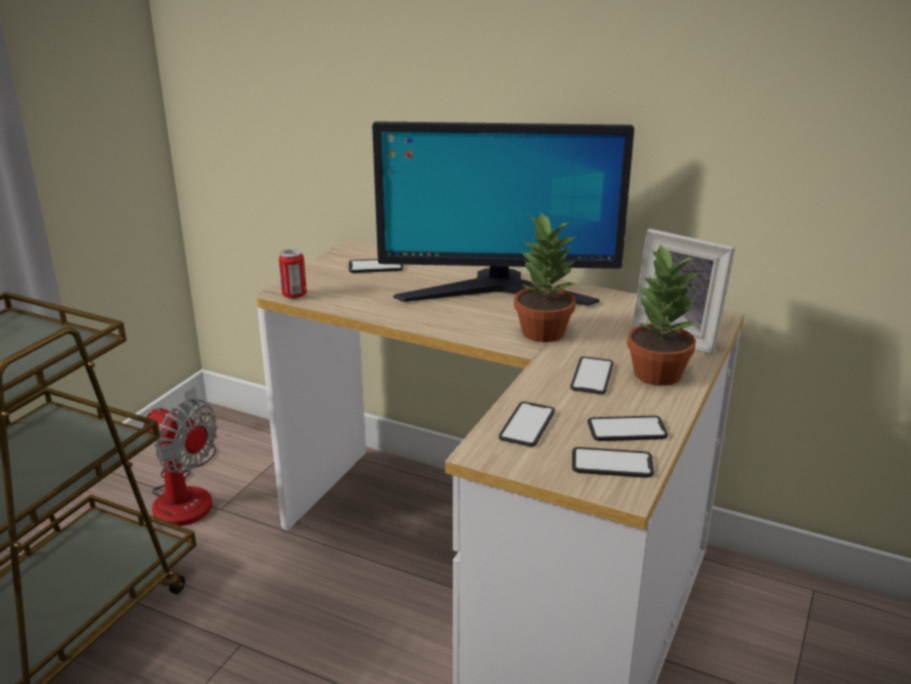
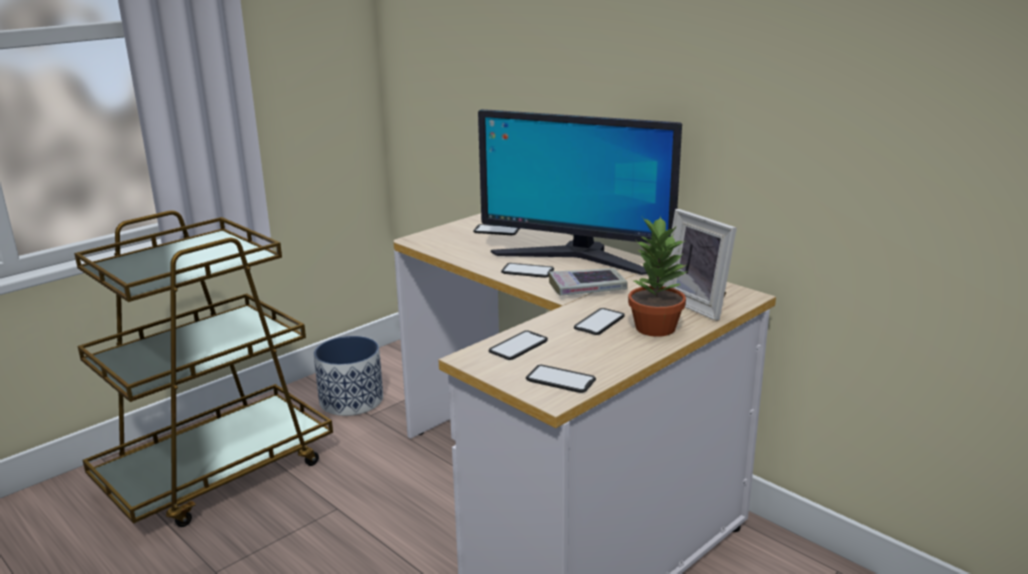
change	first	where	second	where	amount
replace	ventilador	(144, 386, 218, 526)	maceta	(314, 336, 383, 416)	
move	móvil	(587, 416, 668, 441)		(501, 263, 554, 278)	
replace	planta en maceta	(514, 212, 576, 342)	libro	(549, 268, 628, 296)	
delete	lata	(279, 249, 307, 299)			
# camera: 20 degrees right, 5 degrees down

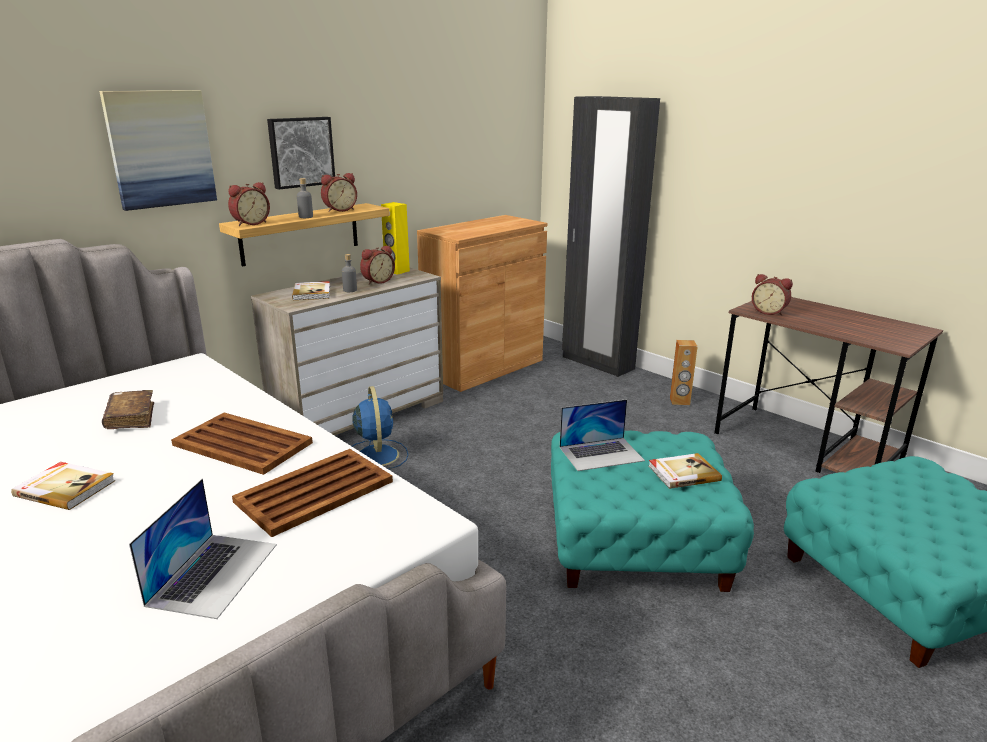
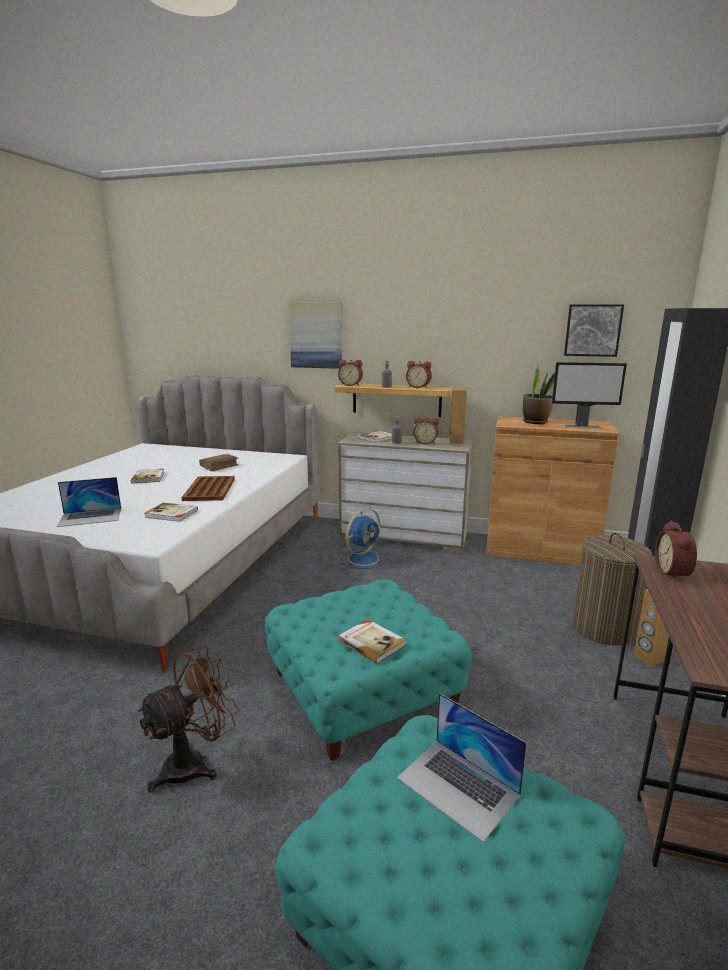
change	first	where	second	where	amount
insert			ventilador (marrón)	(138, 645, 239, 793)	
replace	bandeja (marrón)	(232, 449, 393, 537)	libro	(144, 503, 198, 522)	
move	portátil	(560, 399, 645, 471)		(397, 693, 527, 842)	
recolor	altavoz (amarillo)	(381, 202, 410, 275)	altavoz (marrón)	(450, 388, 467, 444)	
insert			planta en maceta	(523, 366, 555, 424)	
insert			monitor	(552, 362, 627, 429)	
move	cuadro	(267, 117, 335, 189)		(564, 304, 624, 357)	
insert			cesto de la ropa	(572, 533, 653, 646)	
# camera: 60 degrees right, 5 degrees down

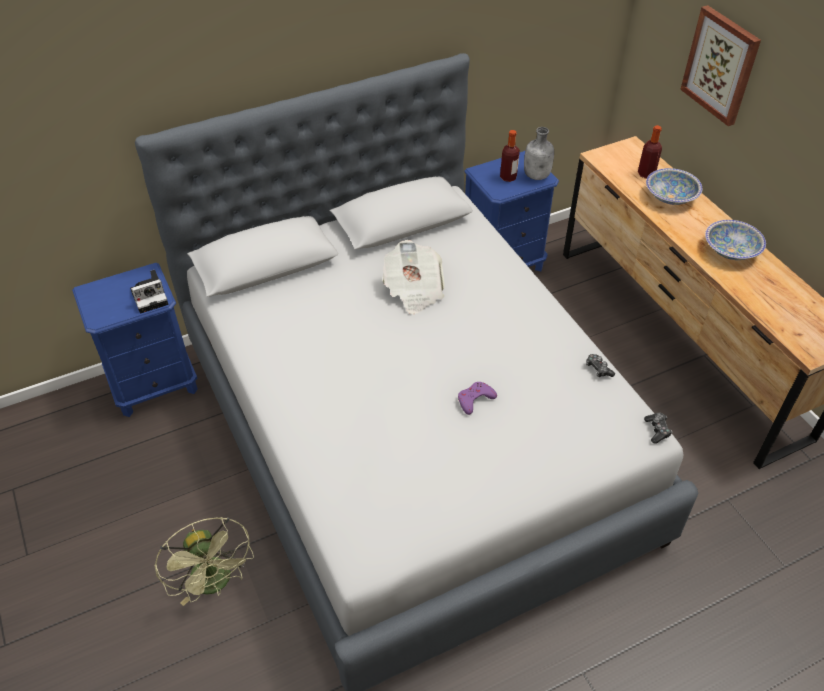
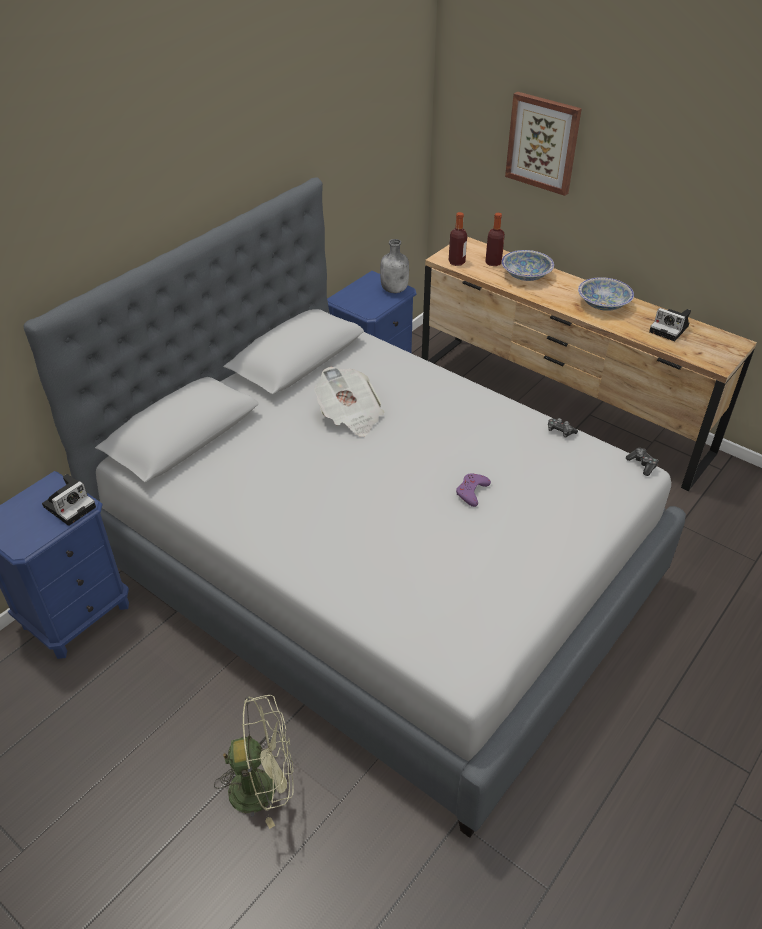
change	first	where	second	where	amount
rotate	ventilador (verde)	(155, 517, 254, 606)		(214, 695, 294, 829)	45 degrees counterclockwise
move	botella	(500, 130, 520, 182)		(449, 212, 467, 266)	
insert			cámara	(649, 308, 691, 341)	
# camera: 25 degrees left, 5 degrees down

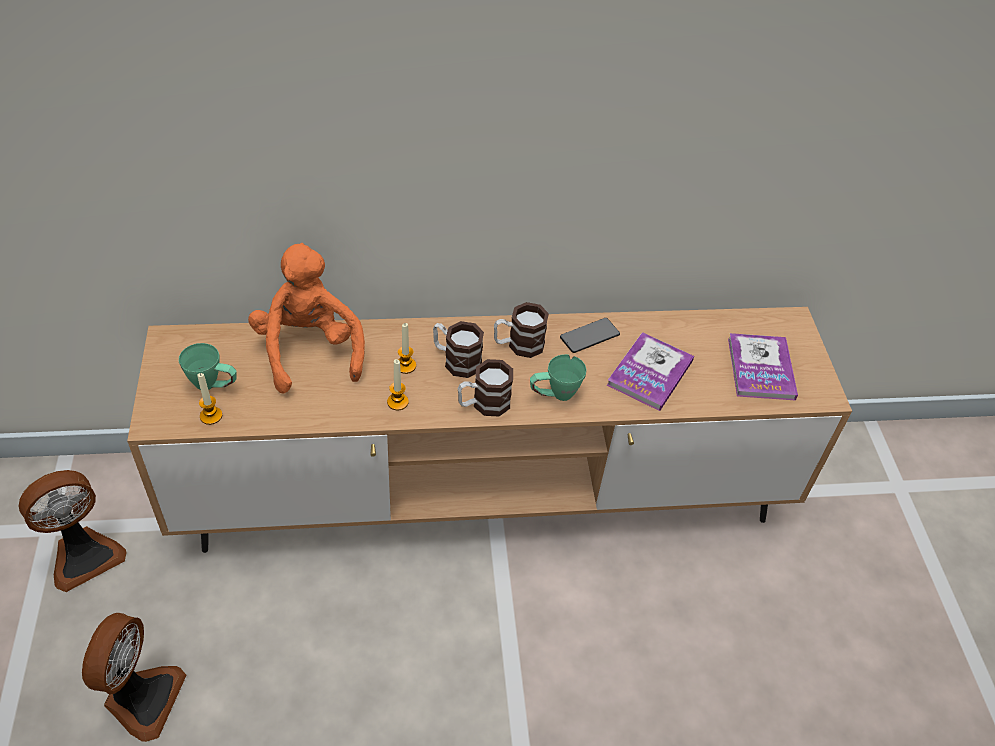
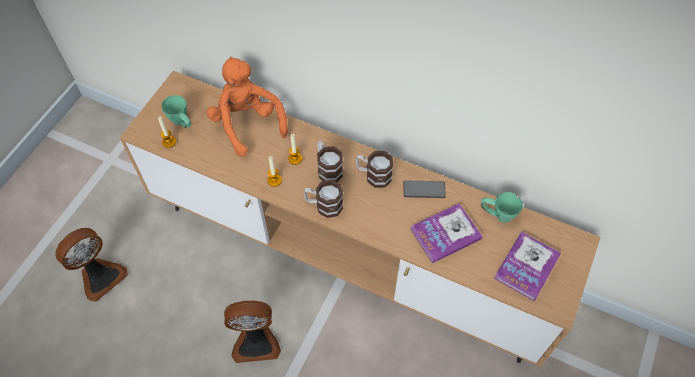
change	first	where	second	where	amount
rotate	peluche (naranja)	(248, 243, 365, 394)		(206, 56, 288, 157)	45 degrees counterclockwise
move	ventilador	(19, 470, 127, 592)		(224, 301, 281, 363)	
move	taza grande (verde)	(530, 354, 587, 401)		(481, 192, 523, 223)	
# camera: 35 degrees right, 10 degrees up

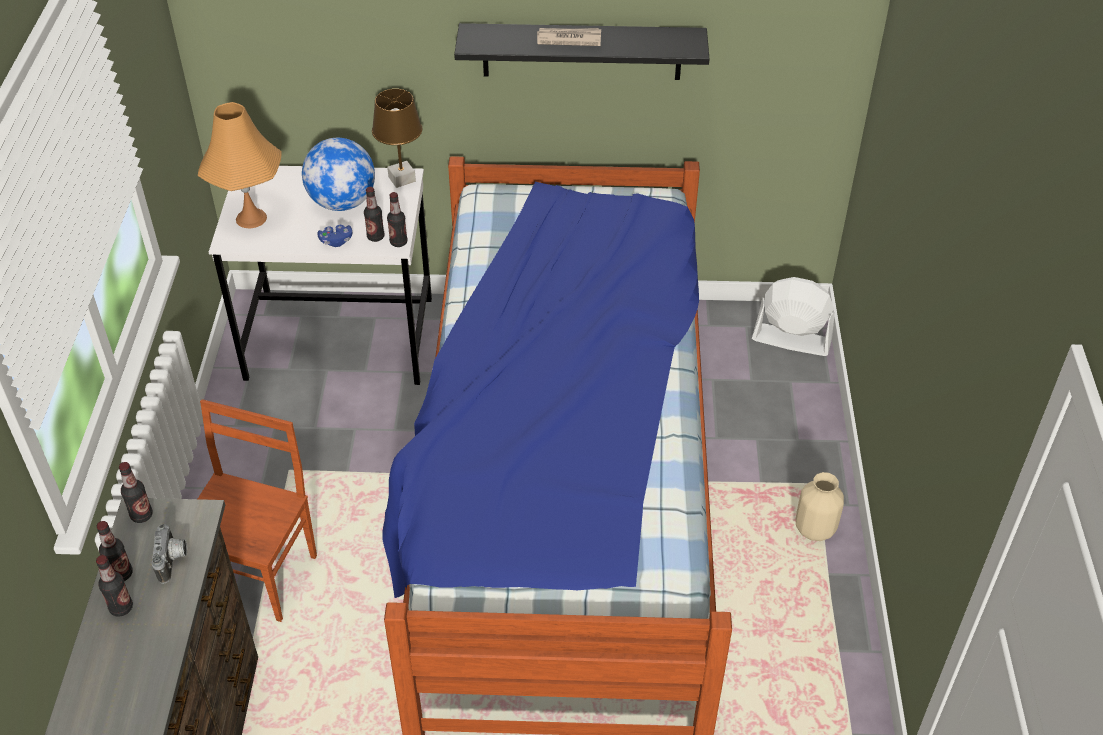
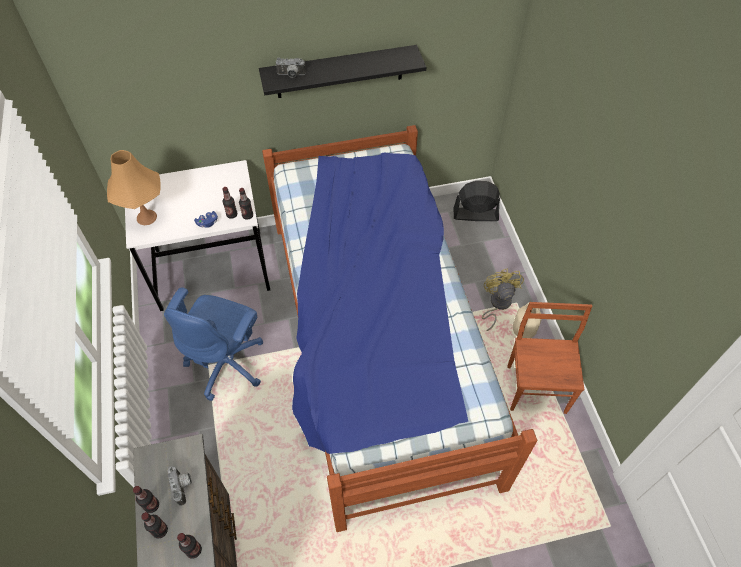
change	first	where	second	where	amount
insert			silla de oficina (azul)	(164, 288, 263, 401)	
move	botella	(119, 462, 153, 523)		(177, 533, 202, 558)	
insert			cámara	(275, 58, 306, 78)	
recolor	ventilador (blanco)	(752, 277, 835, 356)	ventilador (negro)	(454, 181, 501, 221)	
insert			ventilador (amarillo)	(482, 269, 524, 331)	
move	silla (marrón)	(198, 399, 317, 622)		(507, 302, 592, 414)	
delete	globo terráqueo	(302, 138, 375, 211)			
delete	lámpara de mesa (marrón)	(372, 89, 422, 188)			
delete	periódico	(537, 28, 601, 46)			
# camera: 15 degrees left, 10 degrees up

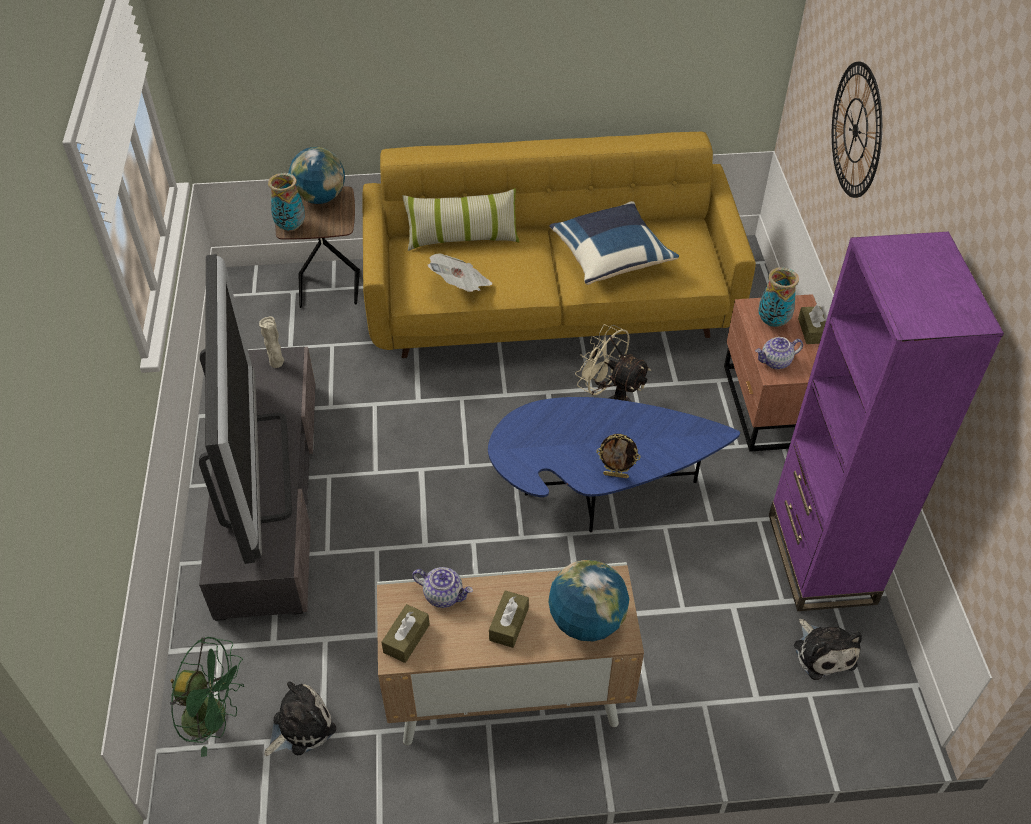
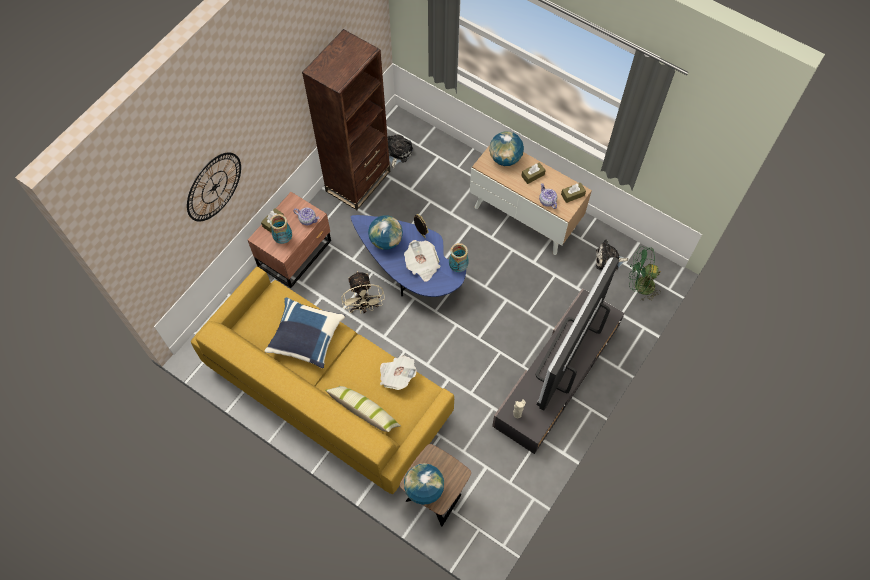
change	first	where	second	where	amount
recolor	estantería (morado)	(769, 232, 1004, 611)	estantería (marrón)	(302, 29, 390, 210)	
insert			globo terráqueo	(368, 215, 403, 250)	
insert			periódico	(404, 240, 441, 282)	
move	florero	(268, 173, 305, 231)		(449, 243, 469, 272)	
rotate	ventilador (verde)	(170, 637, 244, 757)		(628, 246, 661, 301)	45 degrees counterclockwise
# camera: 140 degrees left, 15 degrees up

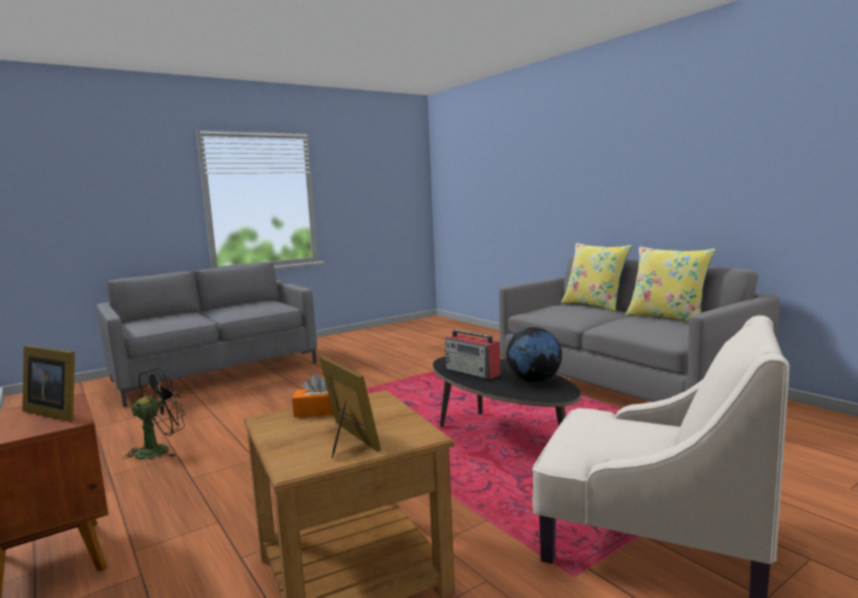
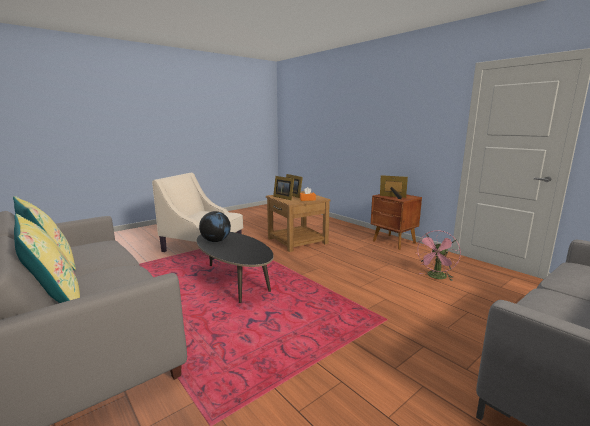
change	first	where	second	where	amount
insert			portarretratos	(273, 176, 294, 200)	
recolor	ventilador (negro)	(122, 368, 185, 459)	ventilador (rosa)	(417, 230, 461, 281)	
delete	radio	(445, 330, 500, 379)			
# camera: 175 degrees right, 5 degrees up

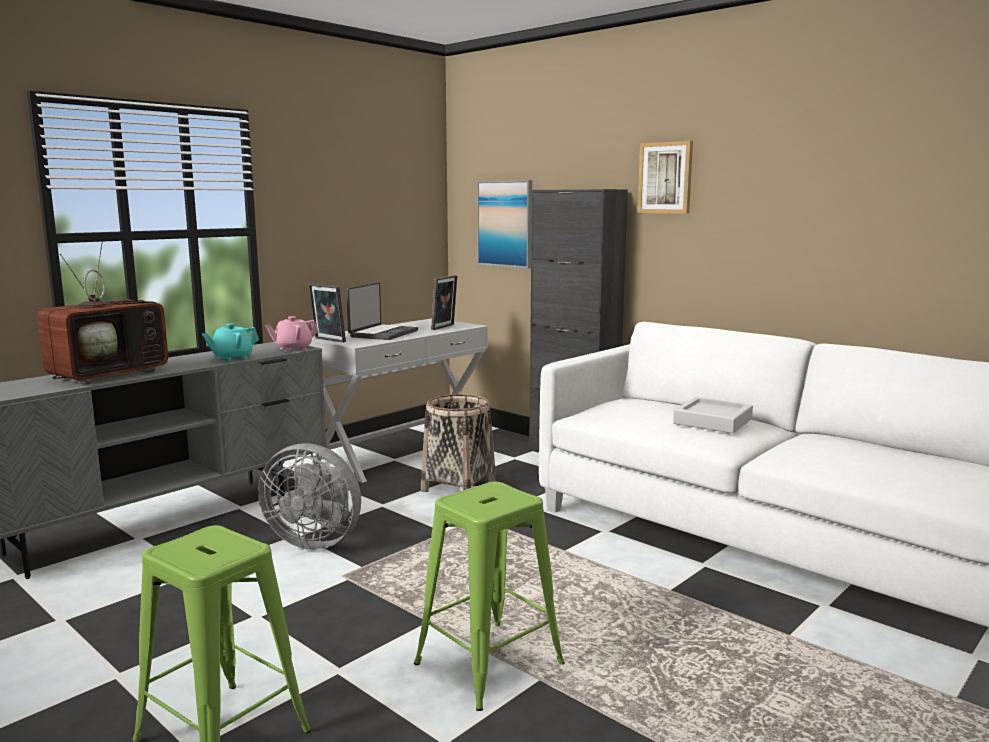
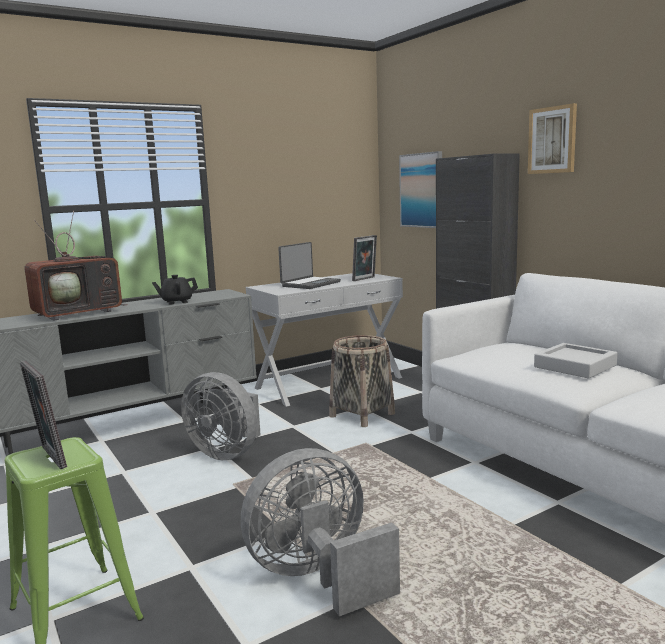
change	first	where	second	where	amount
move	portarretratos	(309, 284, 346, 343)		(20, 361, 67, 469)	
recolor	tetera (turquesa)	(202, 324, 259, 361)	tetera (negro)	(152, 275, 198, 305)	
replace	taburete (verde)	(414, 482, 565, 711)	ventilador (gris)	(241, 448, 400, 616)	
delete	tetera (rosa)	(265, 316, 318, 352)			
# camera: 15 degrees right, 0 degrees up

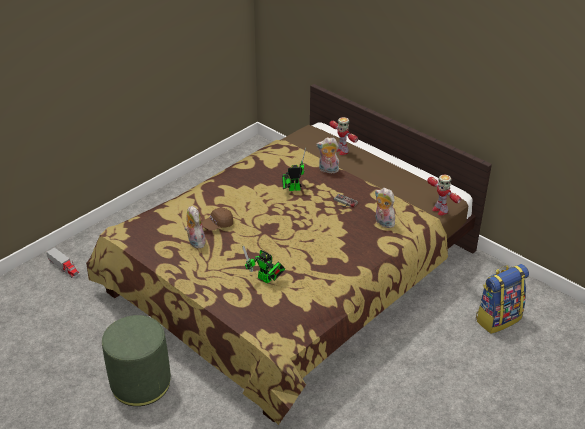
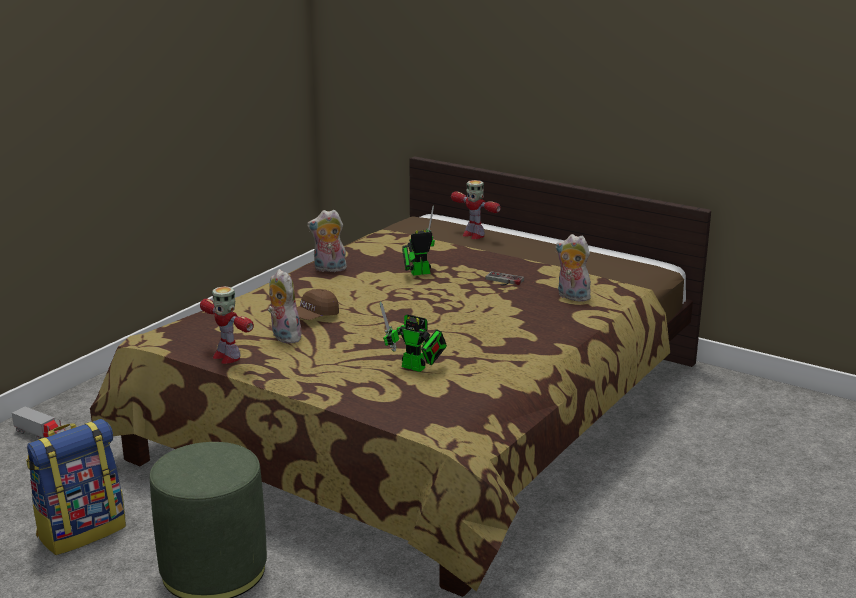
change	first	where	second	where	amount
move	mochila	(476, 264, 529, 334)		(26, 419, 126, 555)	
move	robot de juguete	(427, 174, 461, 215)		(200, 286, 254, 364)	
move	peluche	(316, 137, 341, 173)		(307, 210, 348, 272)	
# camera: 10 degrees left, 15 degrees down

